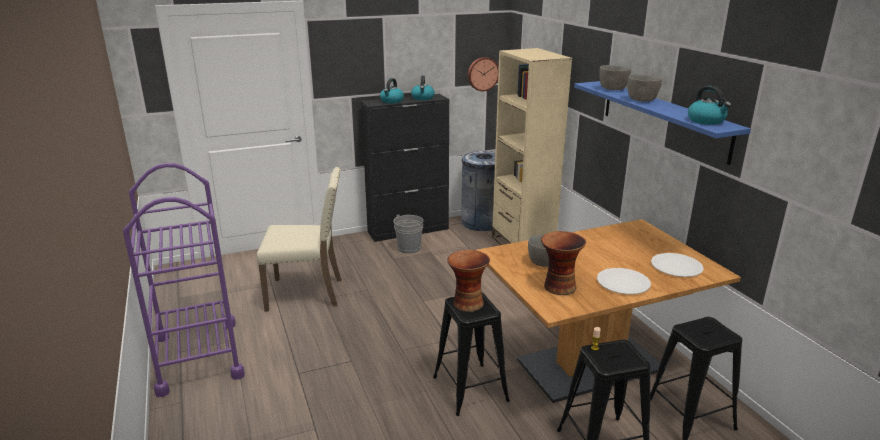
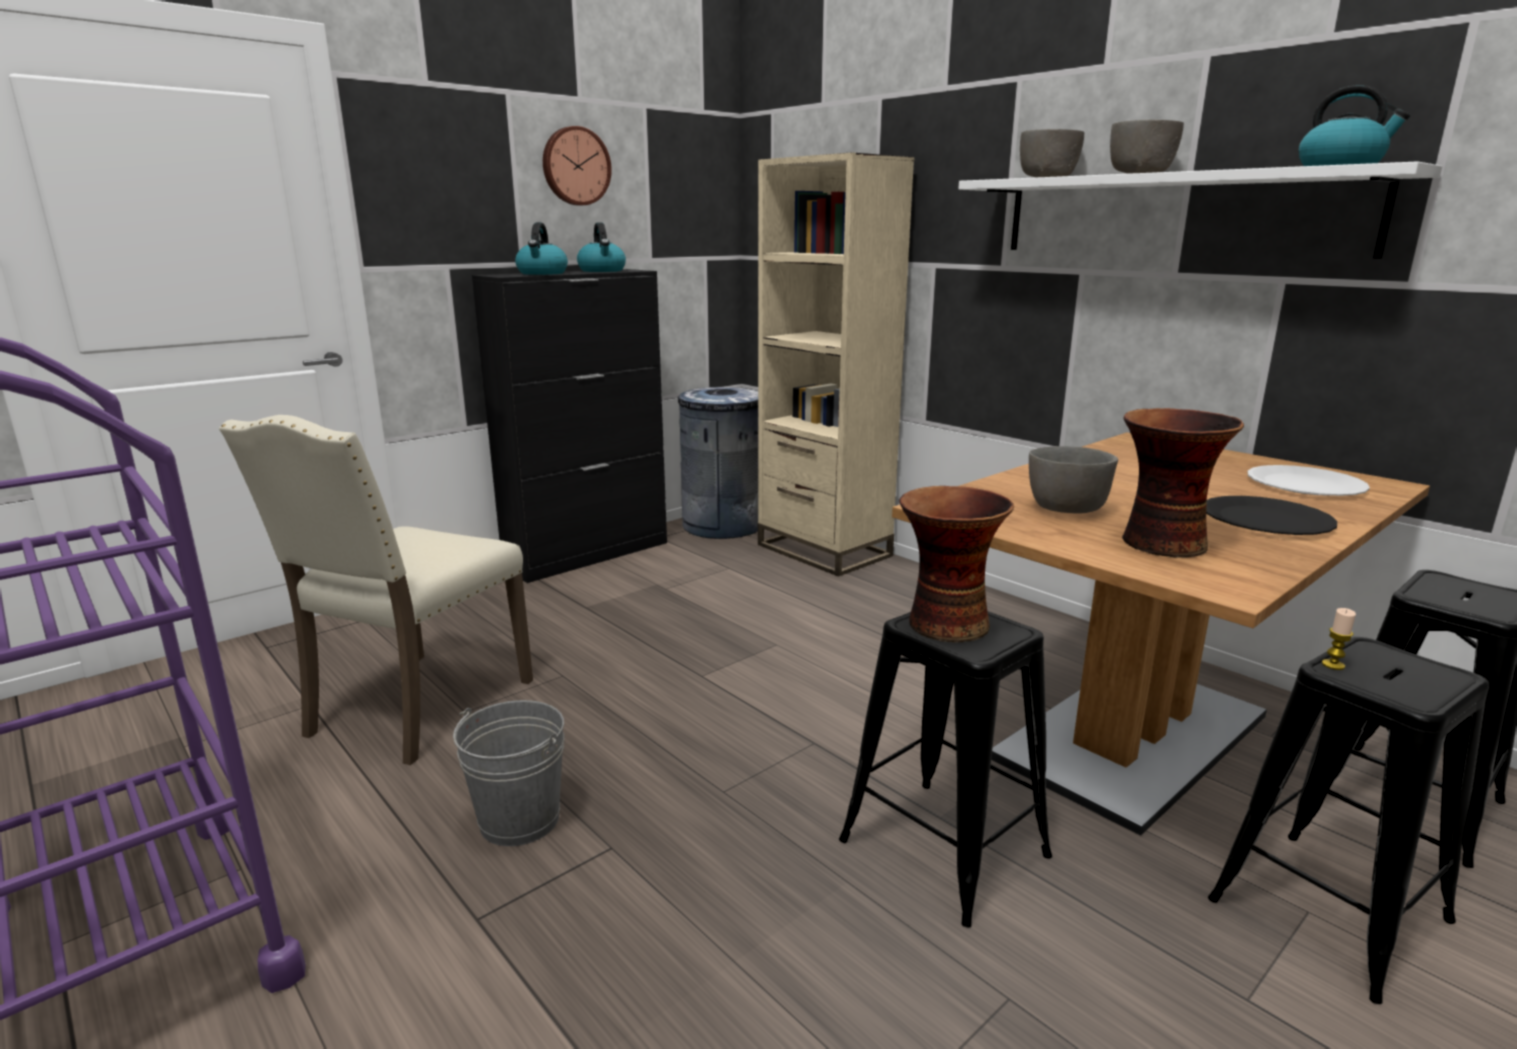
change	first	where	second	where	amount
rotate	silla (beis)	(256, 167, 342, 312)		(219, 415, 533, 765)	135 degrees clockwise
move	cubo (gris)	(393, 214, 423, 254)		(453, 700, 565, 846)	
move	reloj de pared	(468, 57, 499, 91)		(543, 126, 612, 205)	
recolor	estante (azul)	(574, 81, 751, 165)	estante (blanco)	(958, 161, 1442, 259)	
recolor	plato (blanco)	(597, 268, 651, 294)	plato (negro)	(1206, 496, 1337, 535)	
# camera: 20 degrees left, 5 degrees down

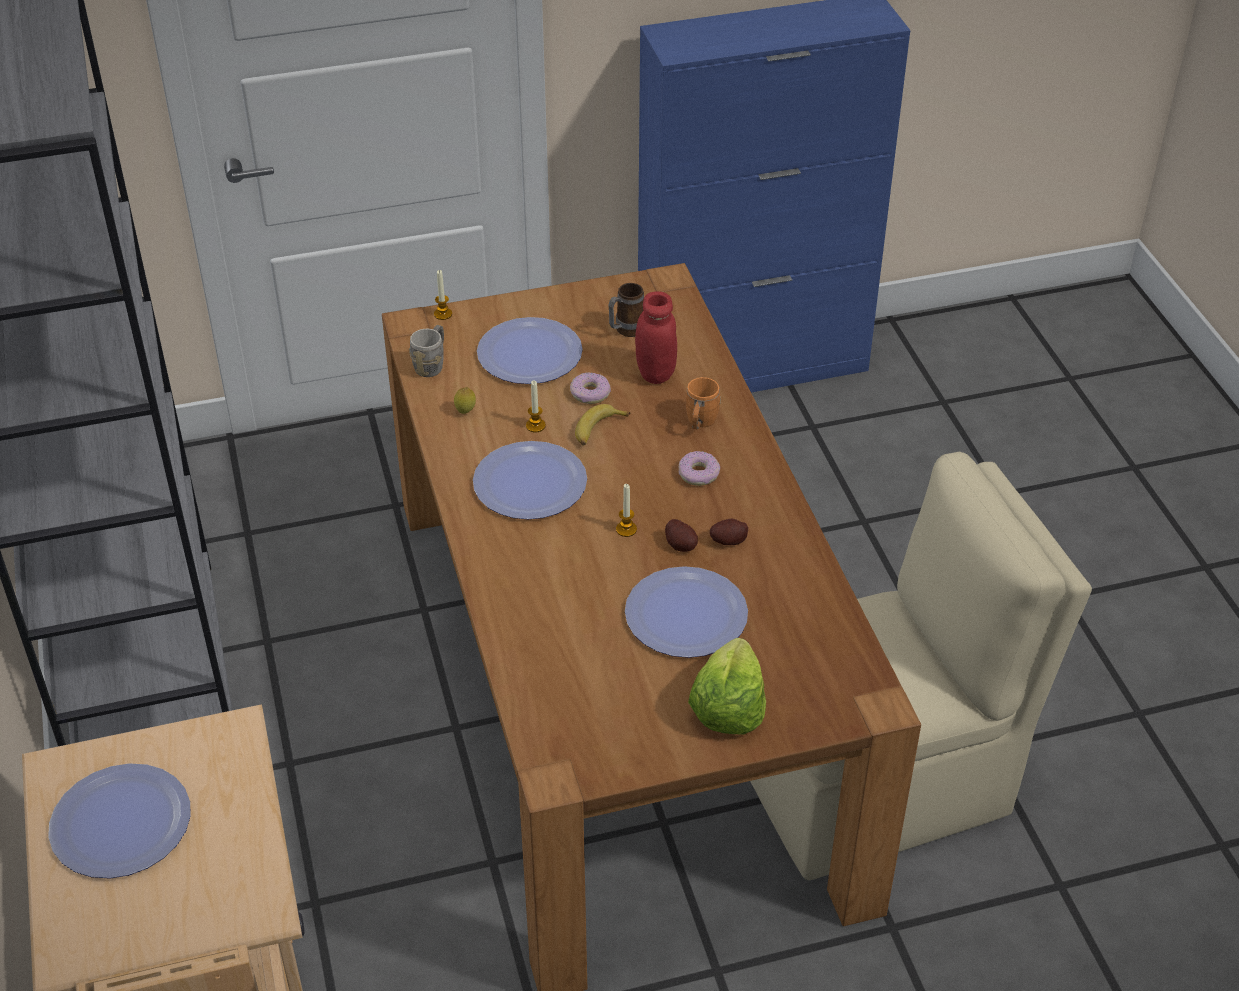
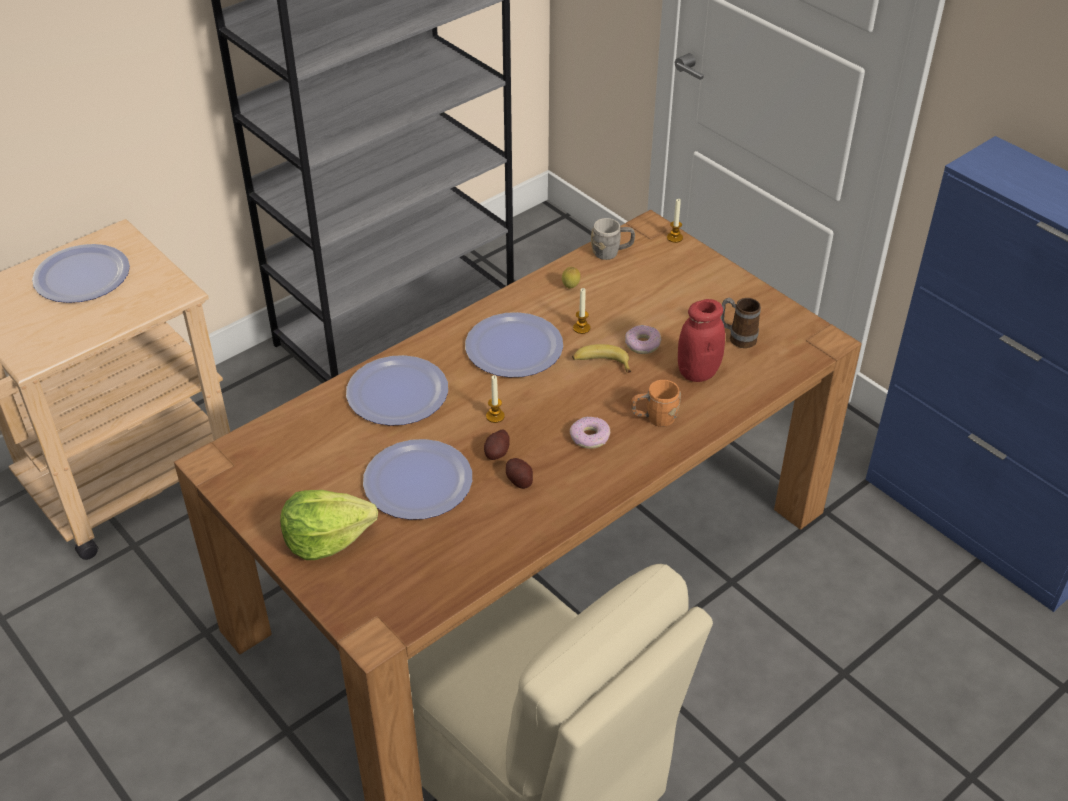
change	first	where	second	where	amount
move	plato	(477, 317, 583, 384)		(346, 355, 448, 426)	
# camera: 65 degrees right, 0 degrees up

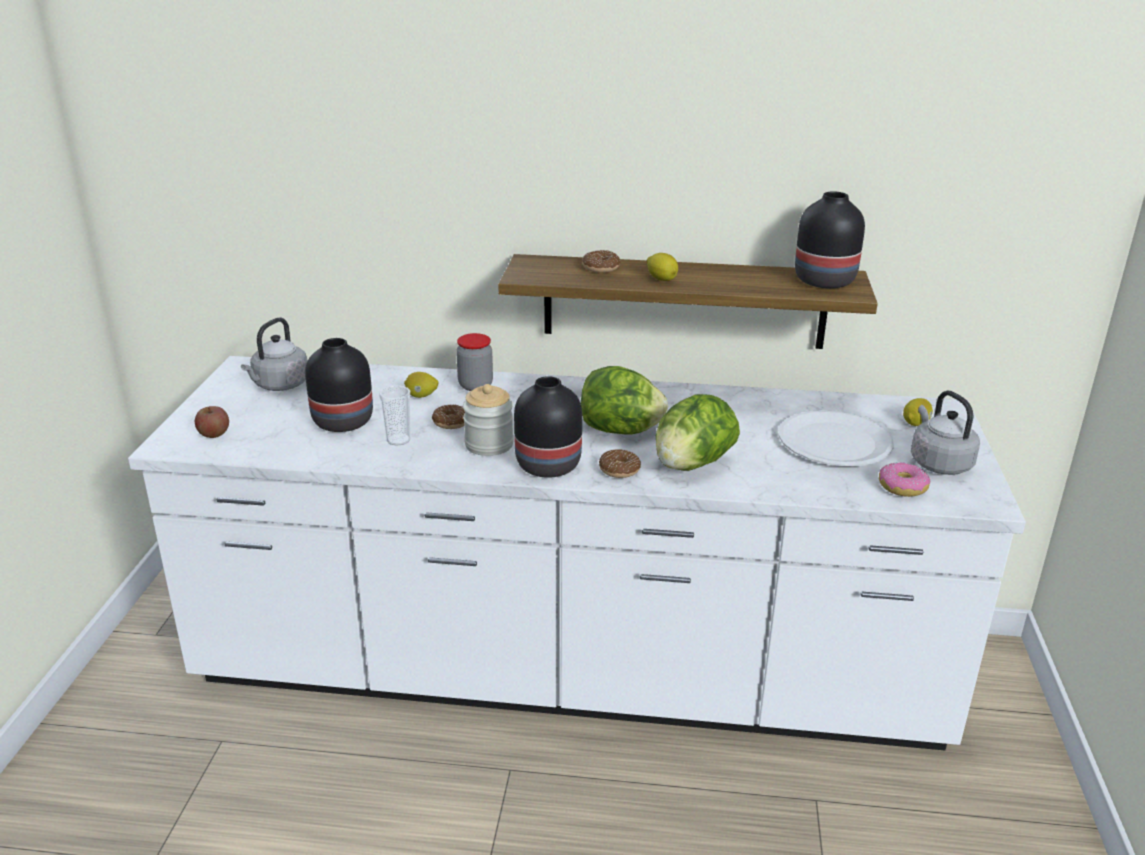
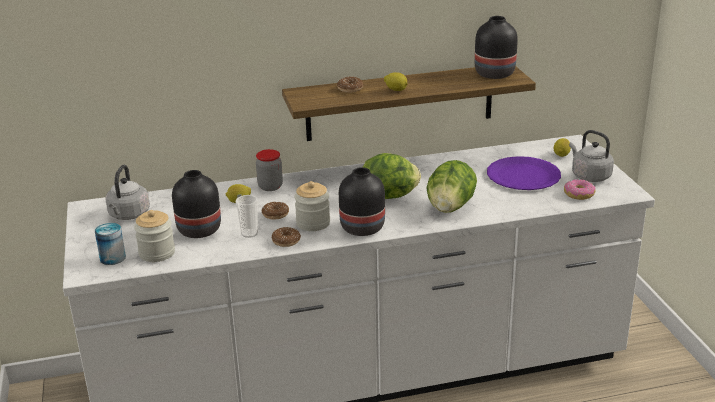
change	first	where	second	where	amount
replace	manzana	(195, 406, 229, 438)	lata	(95, 223, 126, 265)	
insert			tarro	(134, 210, 175, 262)	
move	rosquilla	(599, 449, 641, 478)		(272, 227, 301, 247)	
recolor	plato (blanco)	(778, 410, 894, 466)	plato (morado)	(487, 156, 561, 190)	
# camera: 20 degrees left, 0 degrees up

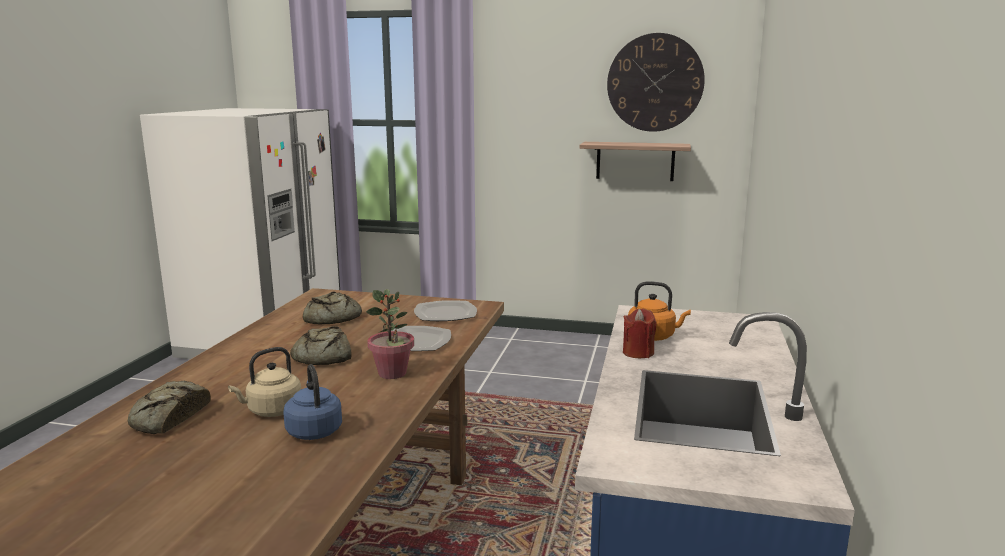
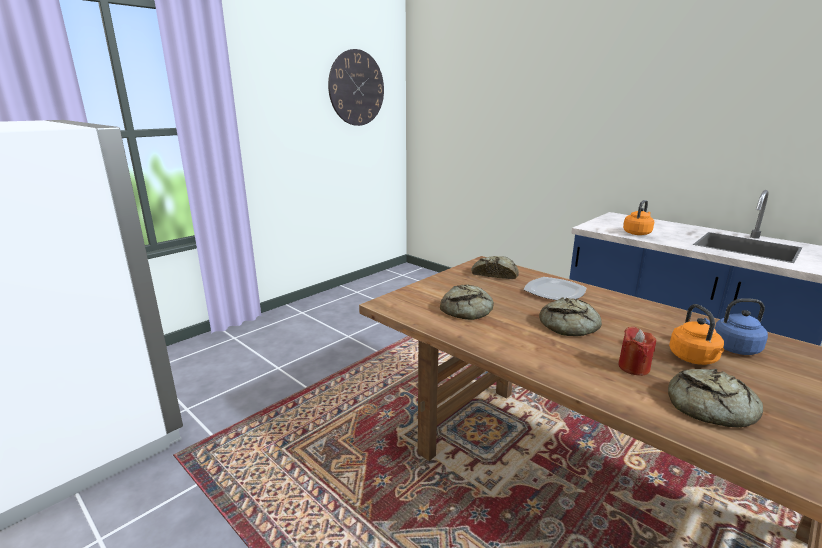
change	first	where	second	where	amount
replace	plato	(414, 300, 477, 321)	pan	(471, 256, 519, 279)	
move	vela (rojo)	(623, 309, 656, 358)		(618, 326, 656, 376)	
recolor	hervidor (beis)	(228, 347, 301, 417)	hervidor (naranja)	(669, 304, 724, 365)	
delete	planta en maceta	(366, 289, 414, 379)			
delete	estante	(579, 142, 691, 181)			
# camera: 60 degrees left, 5 degrees up

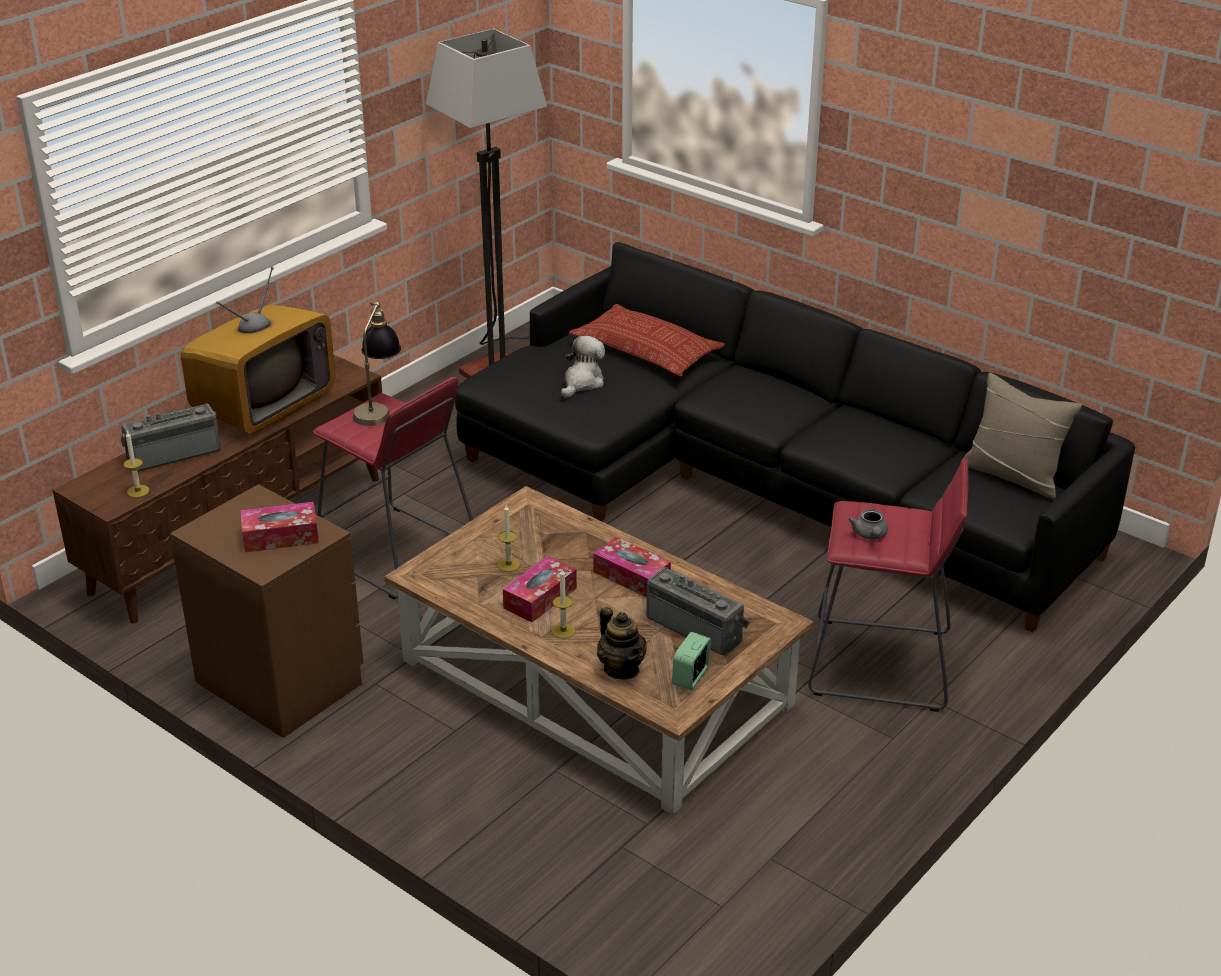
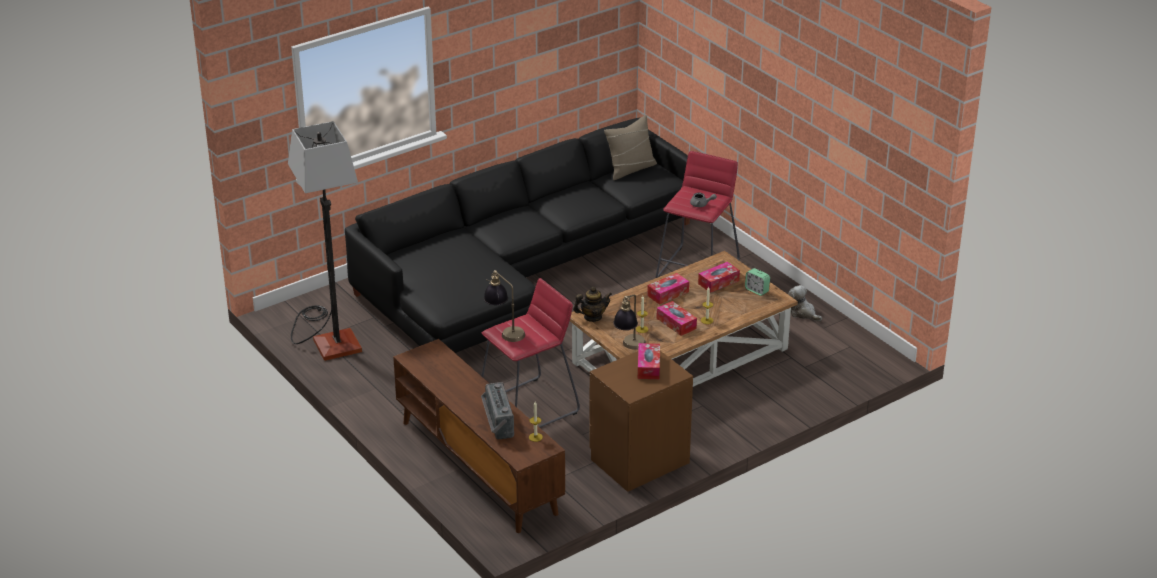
change	first	where	second	where	amount
move	tetera	(597, 607, 646, 679)		(573, 287, 612, 322)	
insert			lámpara de mesa	(613, 295, 646, 349)	
replace	radio	(646, 567, 750, 655)	caja de pañuelos	(698, 262, 740, 293)	
move	peluche	(561, 336, 605, 398)		(788, 285, 822, 321)	
delete	televisor	(181, 267, 336, 435)			
delete	cojín	(569, 304, 725, 376)			
# camera: 75 degrees left, 0 degrees up

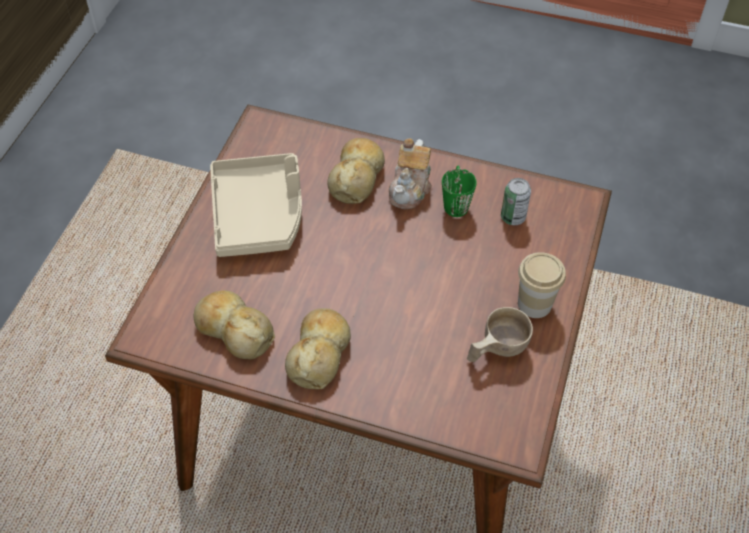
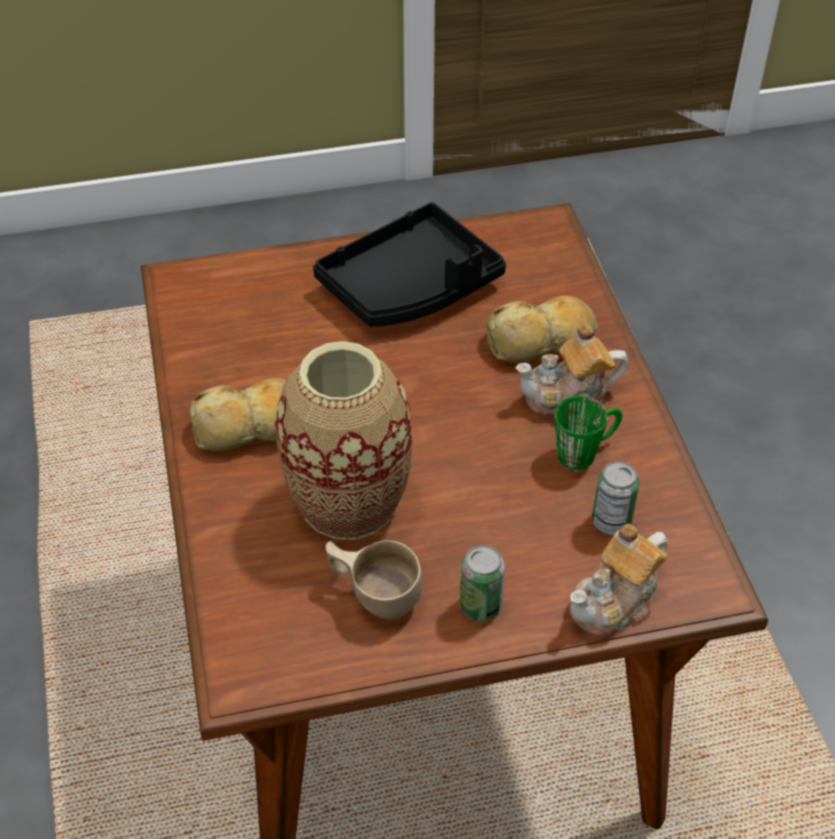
change	first	where	second	where	amount
insert			florero	(275, 341, 412, 540)	
recolor	bandeja (beis)	(210, 153, 302, 257)	bandeja (negro)	(313, 202, 506, 327)	
replace	taza	(518, 252, 566, 318)	lata	(460, 545, 505, 621)	
insert			tetera	(570, 524, 668, 635)	
delete	pan	(194, 290, 275, 359)			
# camera: 60 degrees right, 5 degrees down

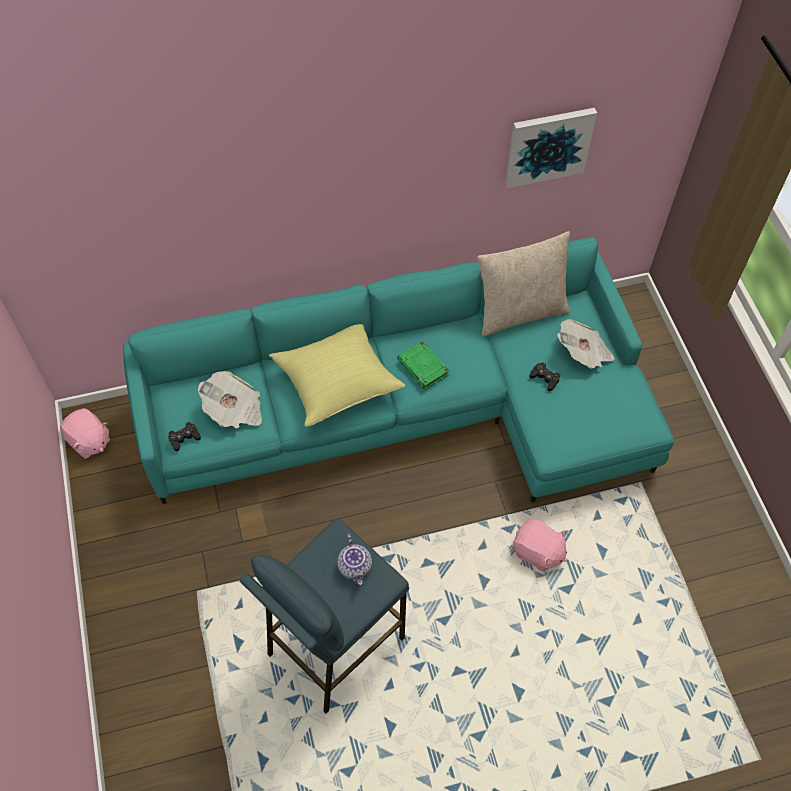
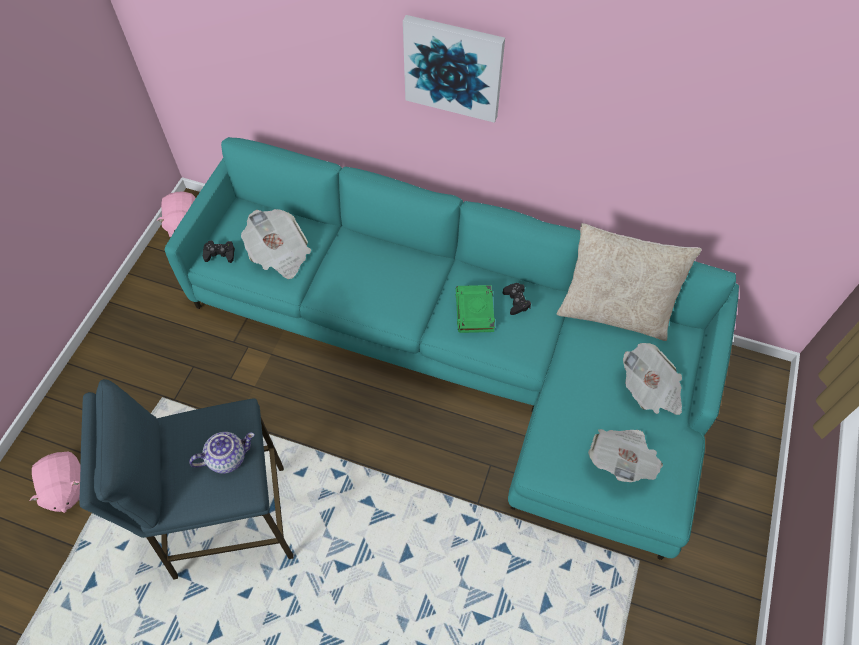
change	first	where	second	where	amount
move	peluche (rosa)	(513, 519, 567, 572)		(30, 452, 81, 513)	
rotate	tetera	(337, 534, 372, 585)		(189, 432, 255, 474)	135 degrees counterclockwise
move	cuadro	(505, 108, 597, 188)		(403, 15, 505, 123)	
move	mando de consola (negro)	(529, 362, 560, 391)		(503, 283, 531, 315)	
insert			periódico	(588, 429, 663, 482)	
delete	cojín (amarillo)	(269, 324, 405, 427)			
# camera: 35 degrees right, 0 degrees up

